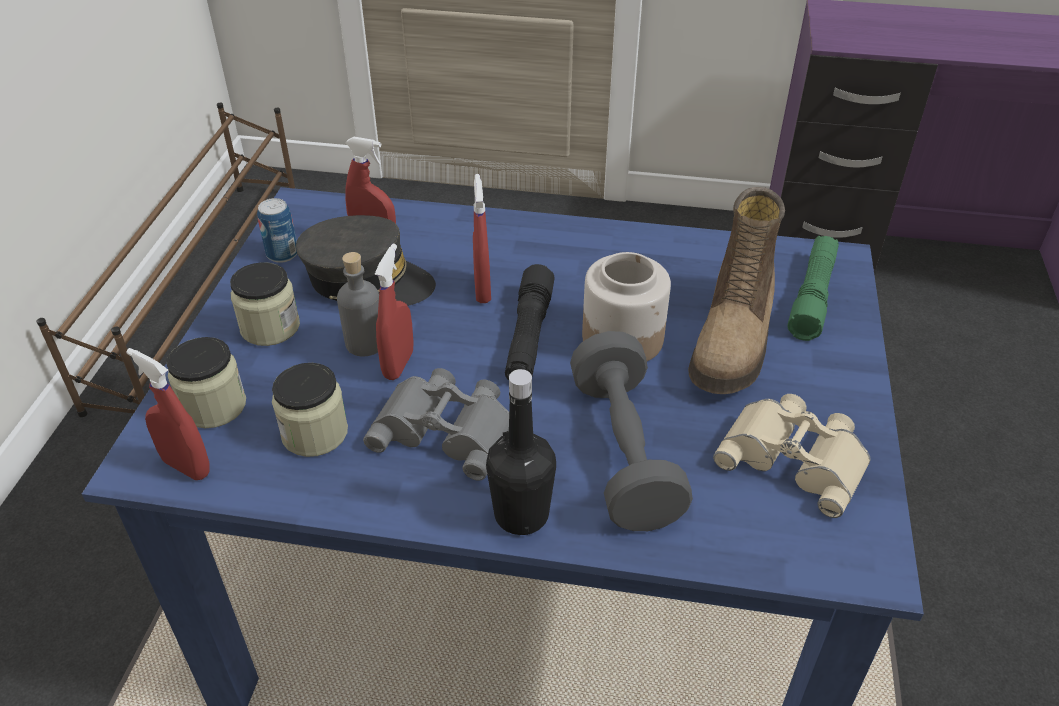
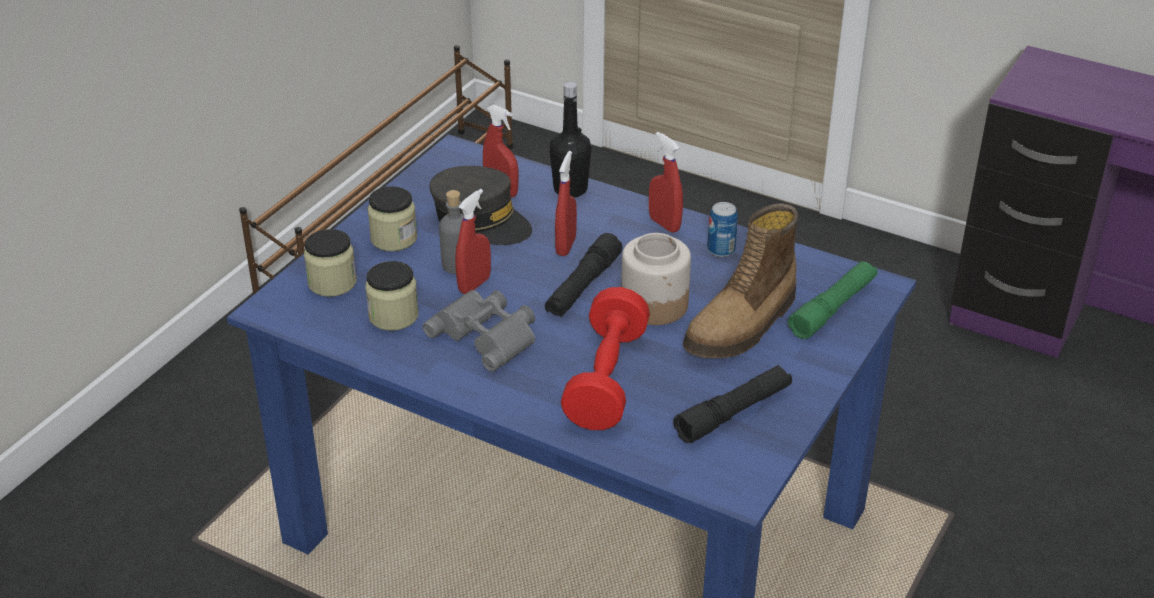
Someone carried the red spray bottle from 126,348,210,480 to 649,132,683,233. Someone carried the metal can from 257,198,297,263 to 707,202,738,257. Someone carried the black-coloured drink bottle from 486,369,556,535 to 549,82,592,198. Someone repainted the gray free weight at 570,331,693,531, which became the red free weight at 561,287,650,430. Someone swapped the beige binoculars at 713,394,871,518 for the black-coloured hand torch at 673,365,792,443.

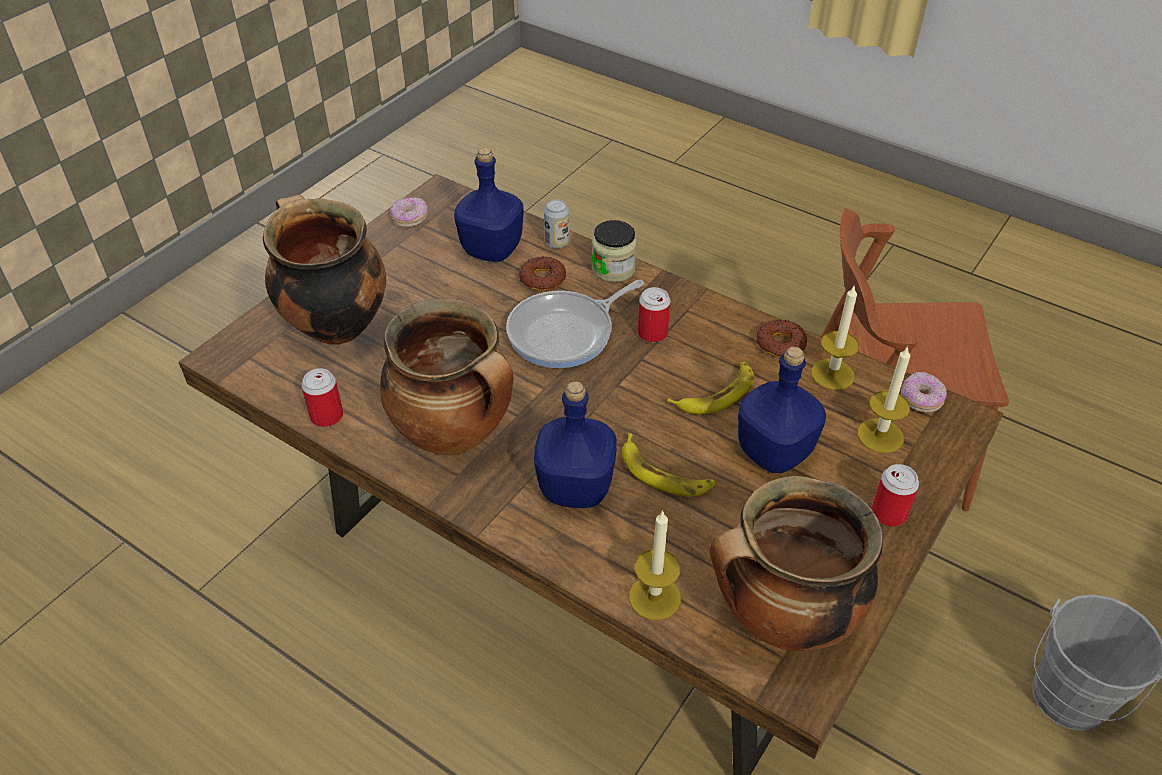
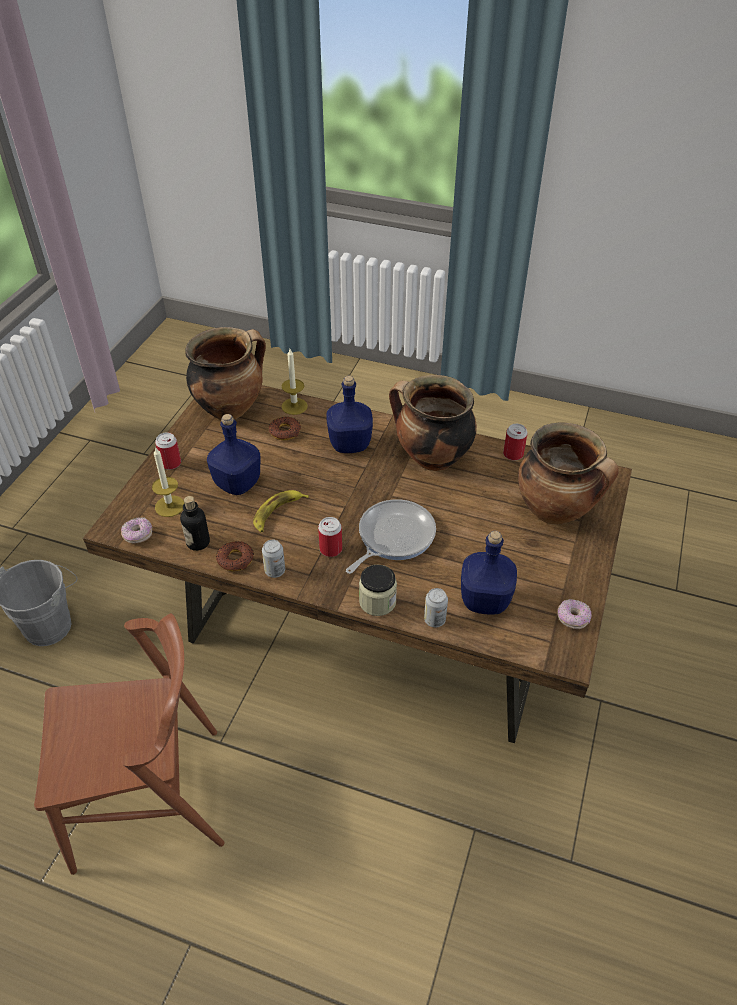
Someone carried the ring doughnut from 519,256,566,291 to 269,417,301,440. Someone took away the banana at 622,433,716,497. Someone swapped the candle at 811,284,859,390 for the drink bottle at 180,496,210,551. Someone put down the metal can at 262,540,285,578.

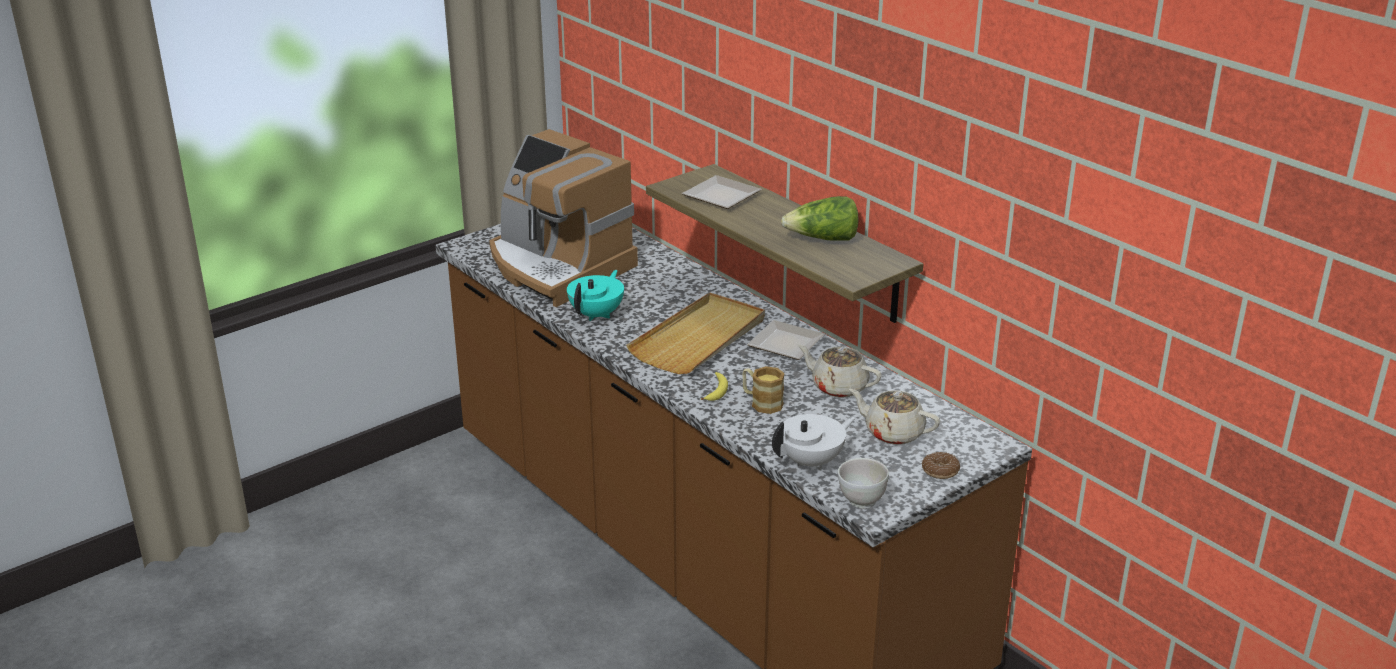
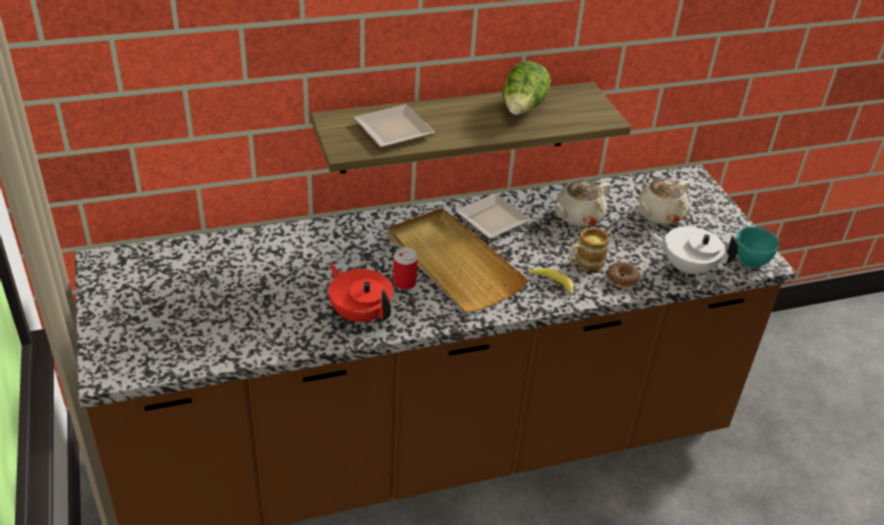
Someone took away the coffee maker at 489,129,638,307. Someone repainted the turquoise-coloured tea pot at 567,270,624,321, which became the red tea pot at 328,264,393,323. Someone rotated the whitish tea pot at 772,414,855,471 by 60 degrees counterclockwise. Someone repainted the whitish serving bowl at 838,458,889,509, which became the turquoise-coloured serving bowl at 736,227,779,269. Someone carried the ring doughnut from 922,452,960,479 to 607,262,640,288. Someone put down the metal can at 393,247,418,290.

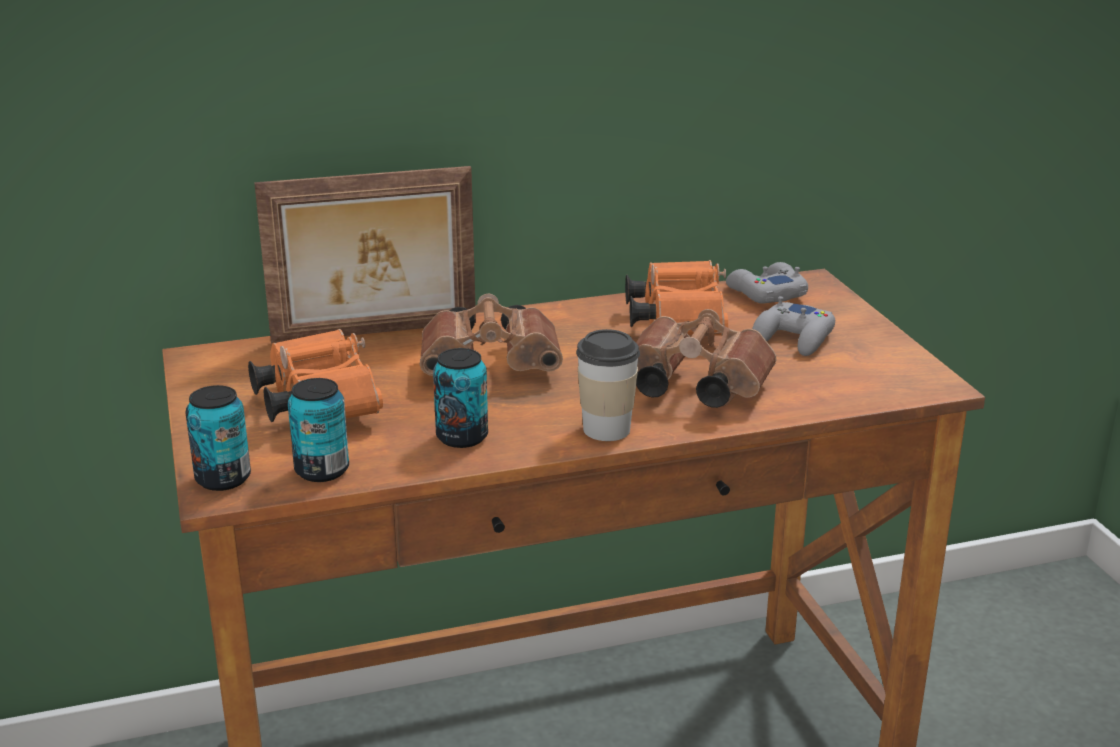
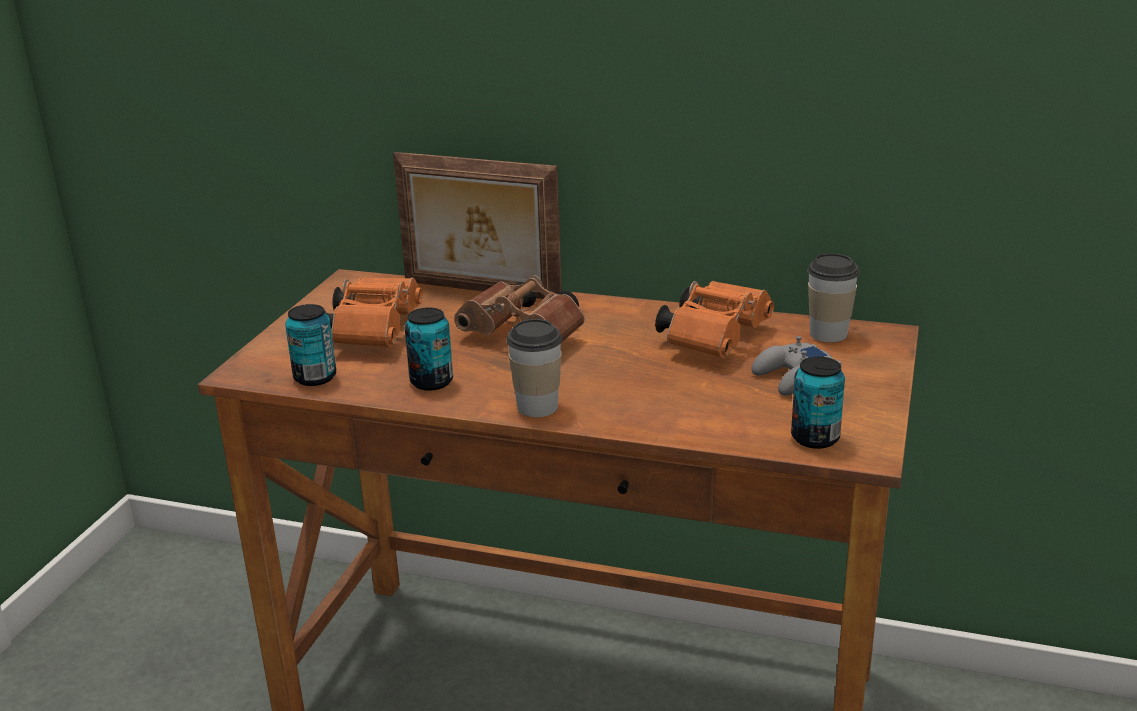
Someone carried the metal can from 185,385,251,491 to 791,356,845,449. Someone took away the brown binoculars at 636,309,777,408. Someone swapped the gray joypad at 726,262,808,303 for the drinking cup at 808,253,859,342.

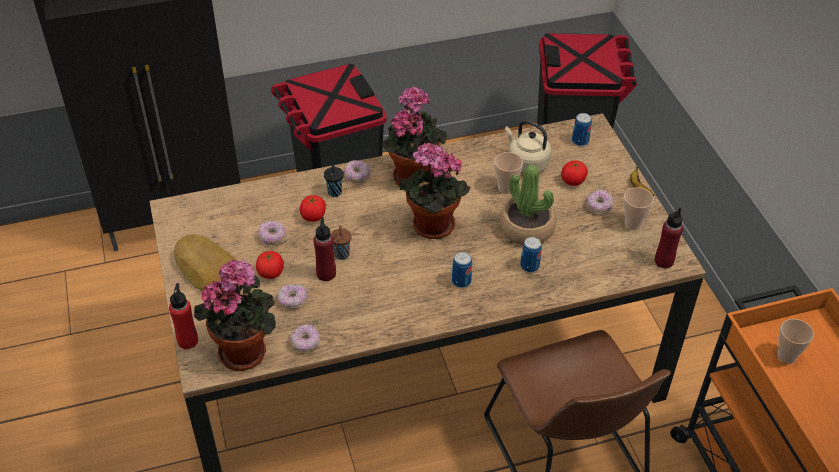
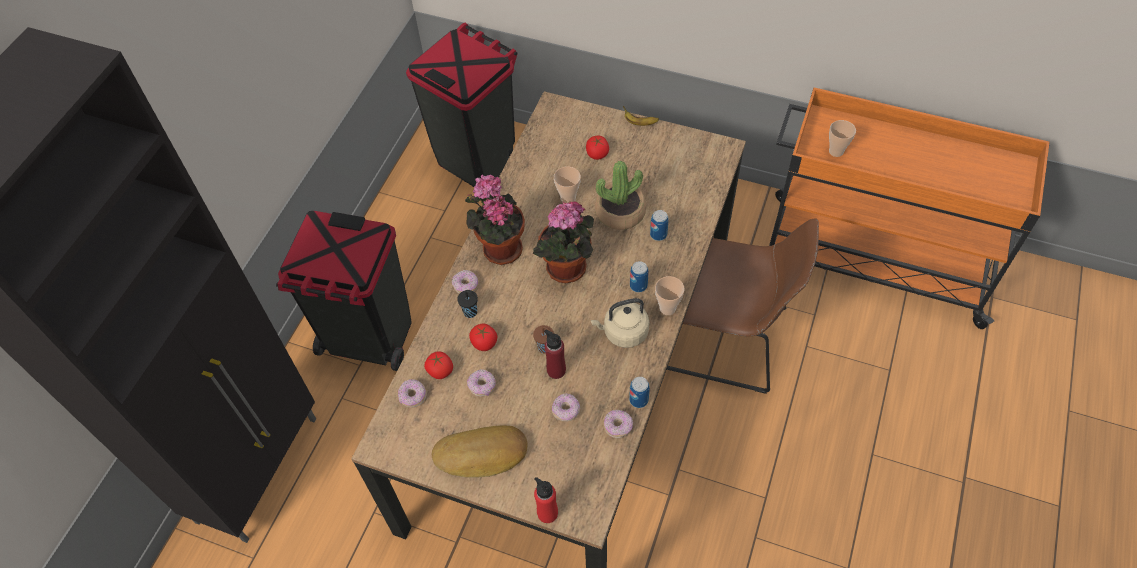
Someone took away the potted plant at 194,258,276,371. Someone carried the whole tomato from 256,251,284,279 to 424,351,453,379. Someone carried the beige tea kettle from 505,120,552,173 to 591,298,649,348. Someone carried the metal can from 572,113,592,146 to 629,377,650,408. Someone carried the ring doughnut from 586,190,614,214 to 398,379,426,408. Someone carried the drinking cup from 623,187,654,230 to 655,276,685,315. Someone took away the red drink bottle at 655,208,683,268.

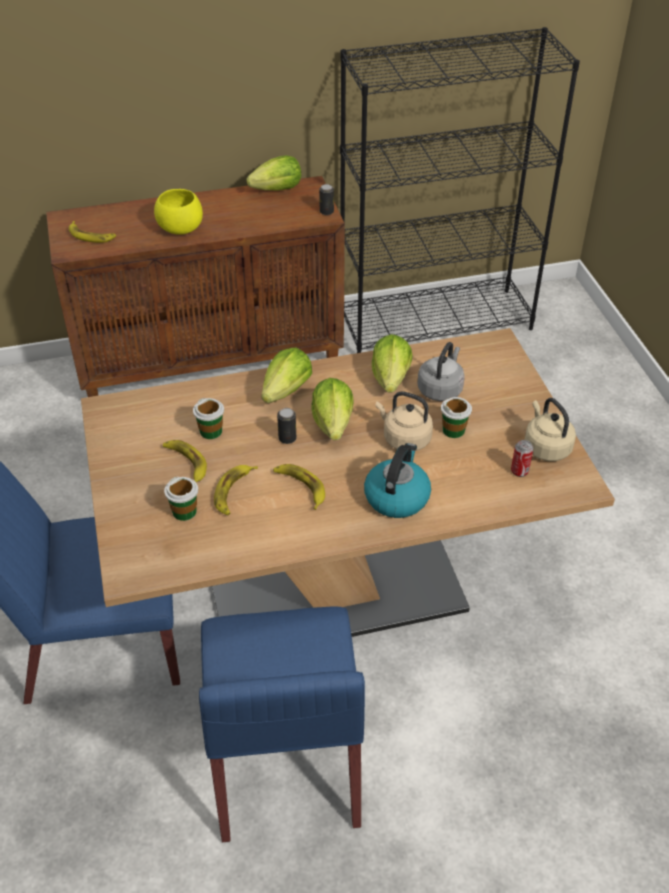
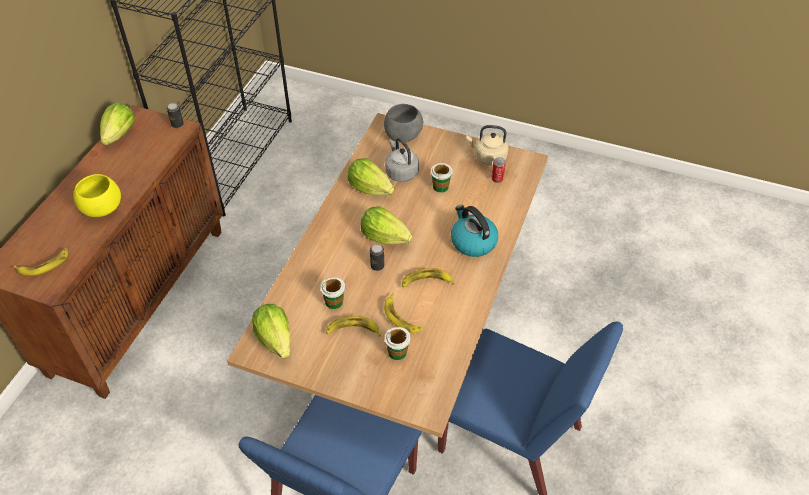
Someone carried the lettuce head from 261,348,312,403 to 252,304,291,358. Someone took away the beige tea kettle at 376,391,433,451. Someone put down the gray serving bowl at 384,104,423,142.

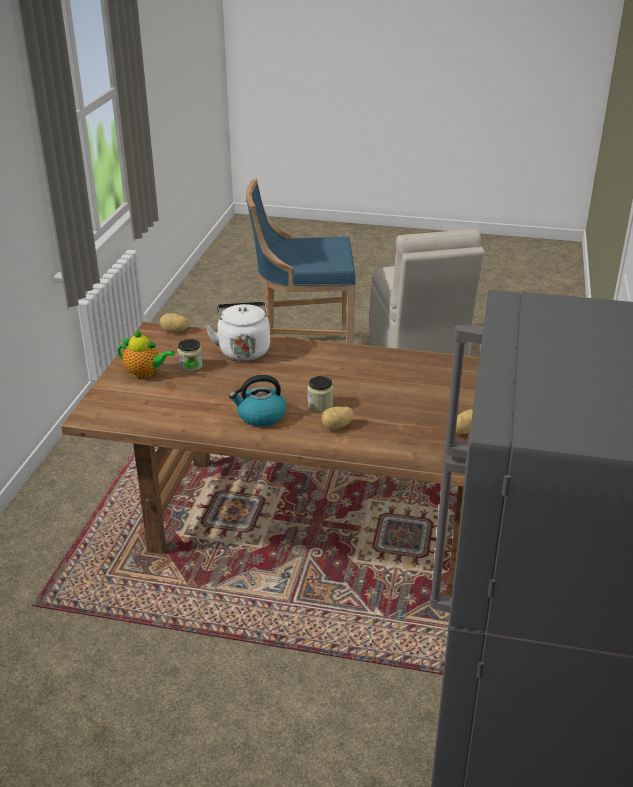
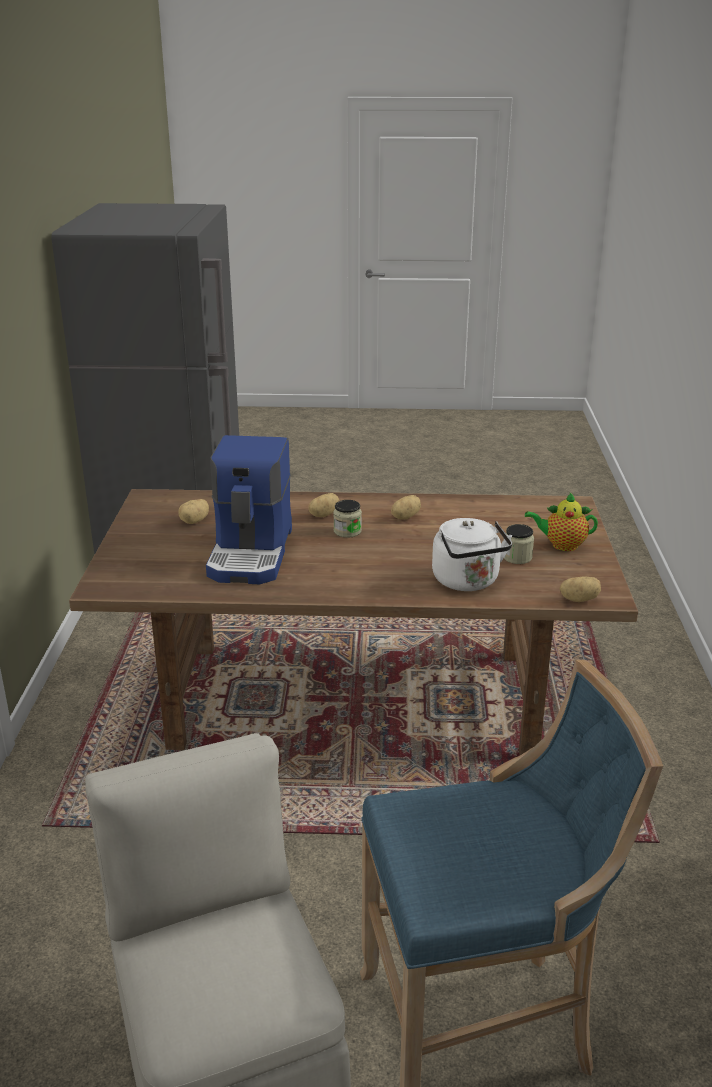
Someone swapped the tea kettle at 229,375,286,427 for the potato at 391,495,421,520. Someone put down the coffee maker at 206,435,292,584.

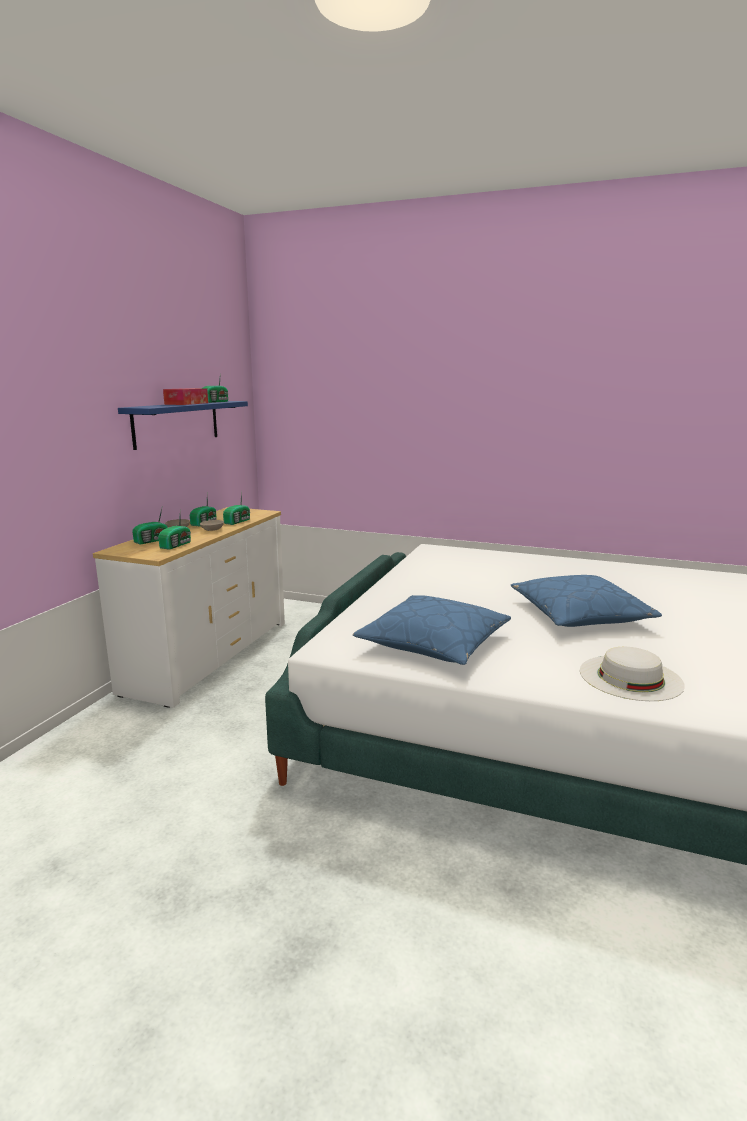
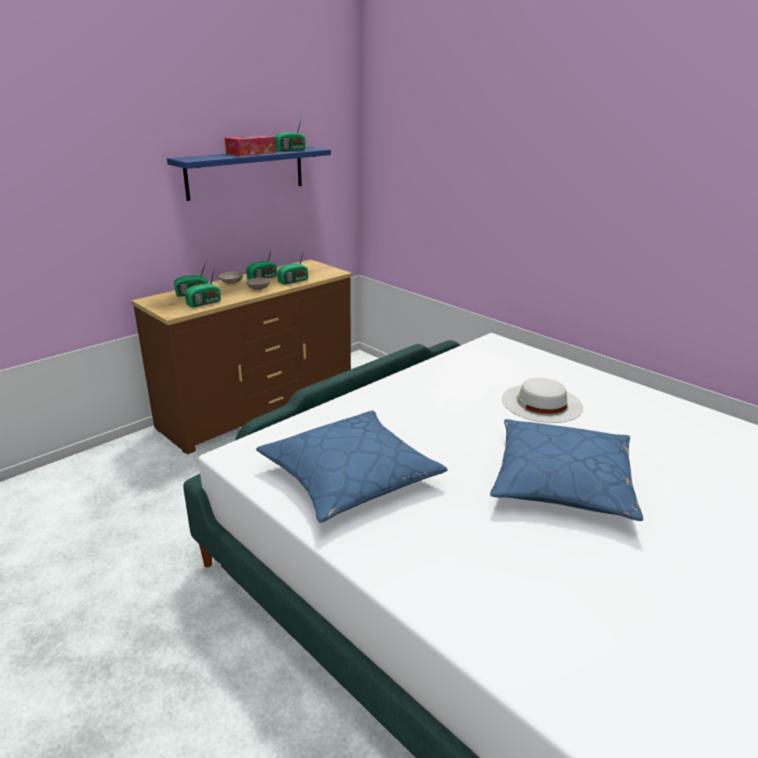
Someone repainted the whitish dresser at 93,507,285,708, which became the brown dresser at 131,259,352,455. Someone carried the whitish clothing hat from 580,647,685,701 to 502,378,583,423.

